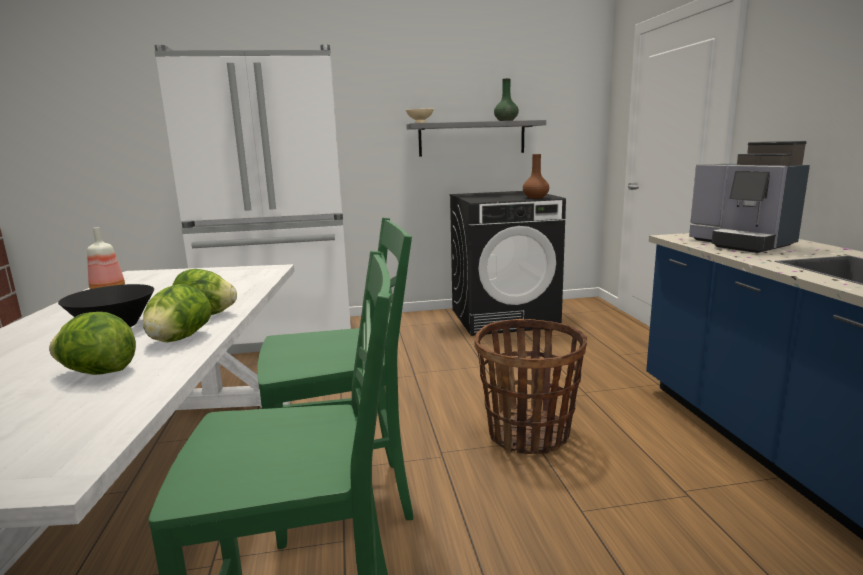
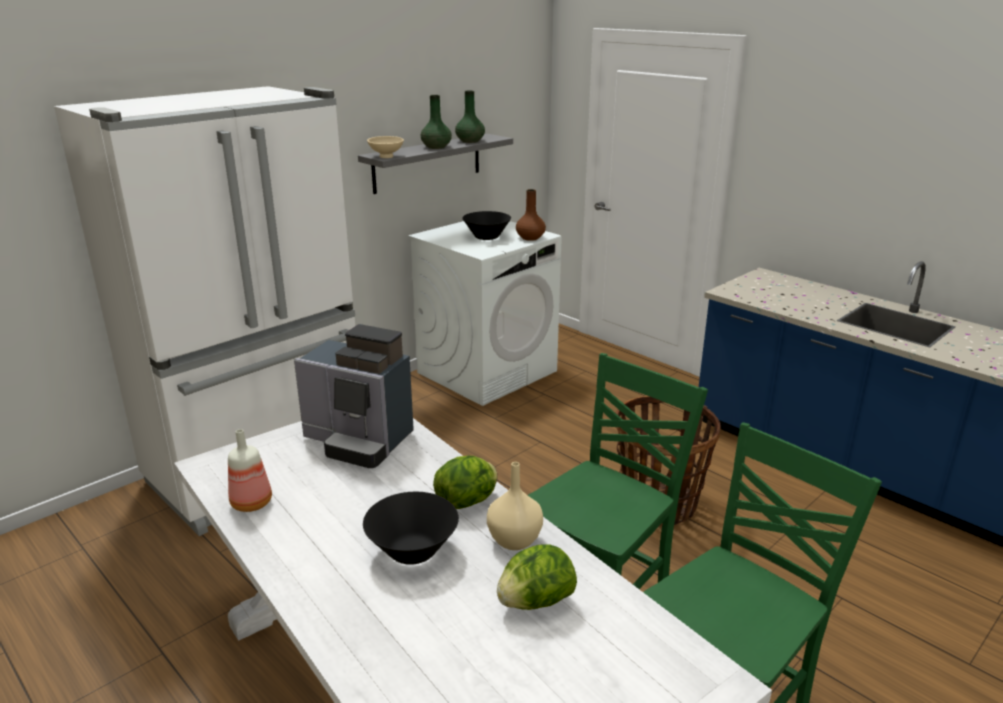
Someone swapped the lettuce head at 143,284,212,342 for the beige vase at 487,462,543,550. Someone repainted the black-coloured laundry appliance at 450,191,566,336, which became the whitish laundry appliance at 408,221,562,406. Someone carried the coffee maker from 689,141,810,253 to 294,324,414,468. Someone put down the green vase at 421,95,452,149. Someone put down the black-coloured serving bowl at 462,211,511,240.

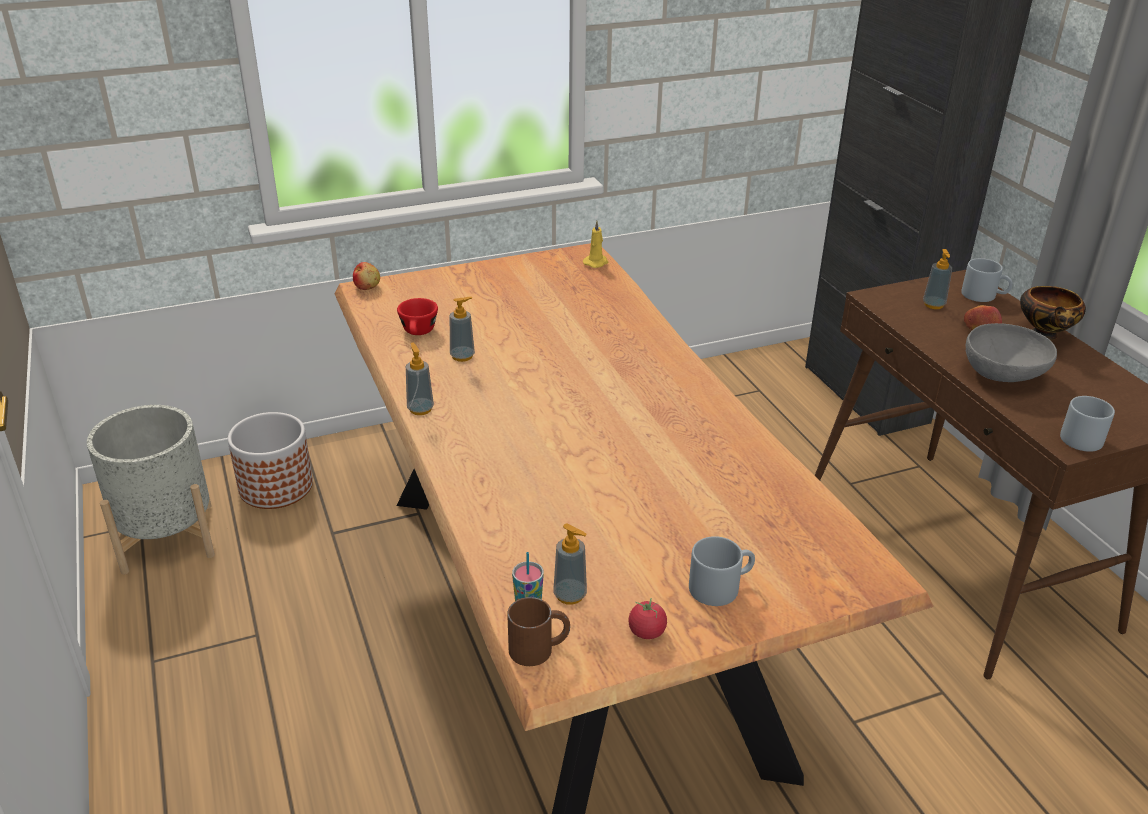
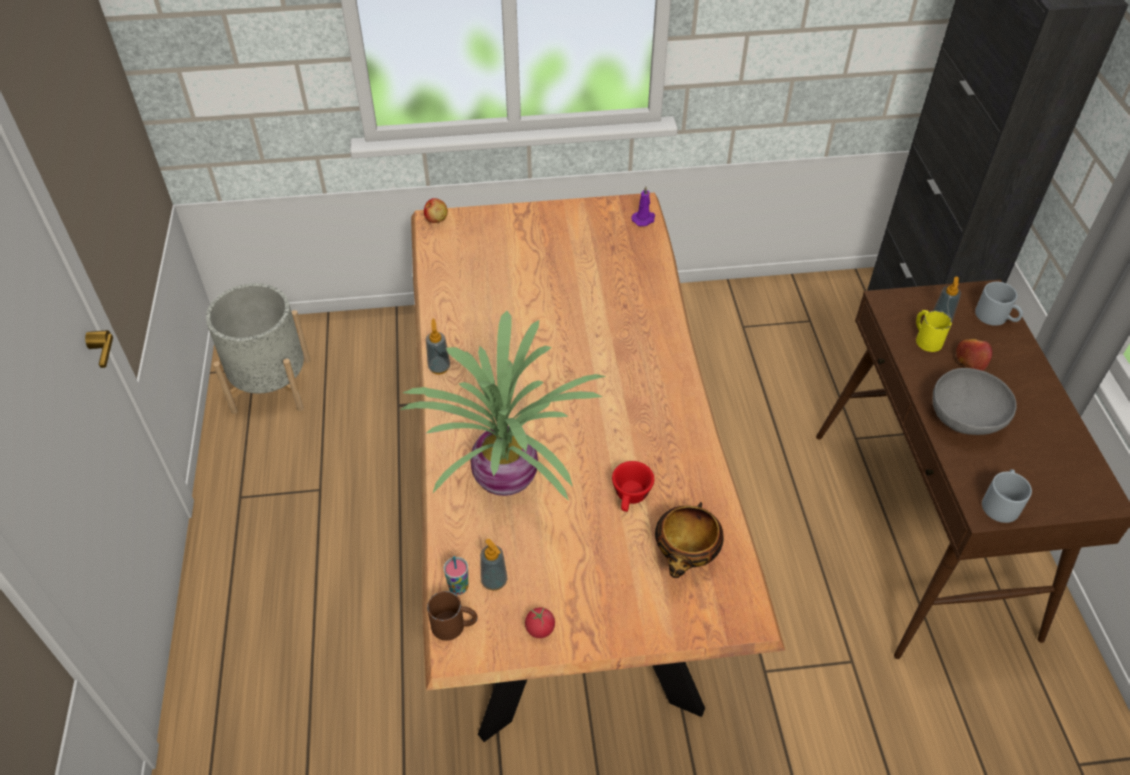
Someone took away the flower pot at 228,412,313,509. Someone carried the red drinking cup from 397,298,438,335 to 612,461,654,512. Someone took away the soap dispenser at 450,297,475,362. Someone repainted the yellowish candle at 583,221,608,268, which became the purplish candle at 632,186,655,226. Someone took away the gray coffee mug at 689,536,755,606. Someone carried the serving bowl from 1020,286,1086,340 to 655,502,724,578. Someone put down the potted plant at 400,311,606,501. Someone put down the yellowish coffee mug at 916,310,952,352.

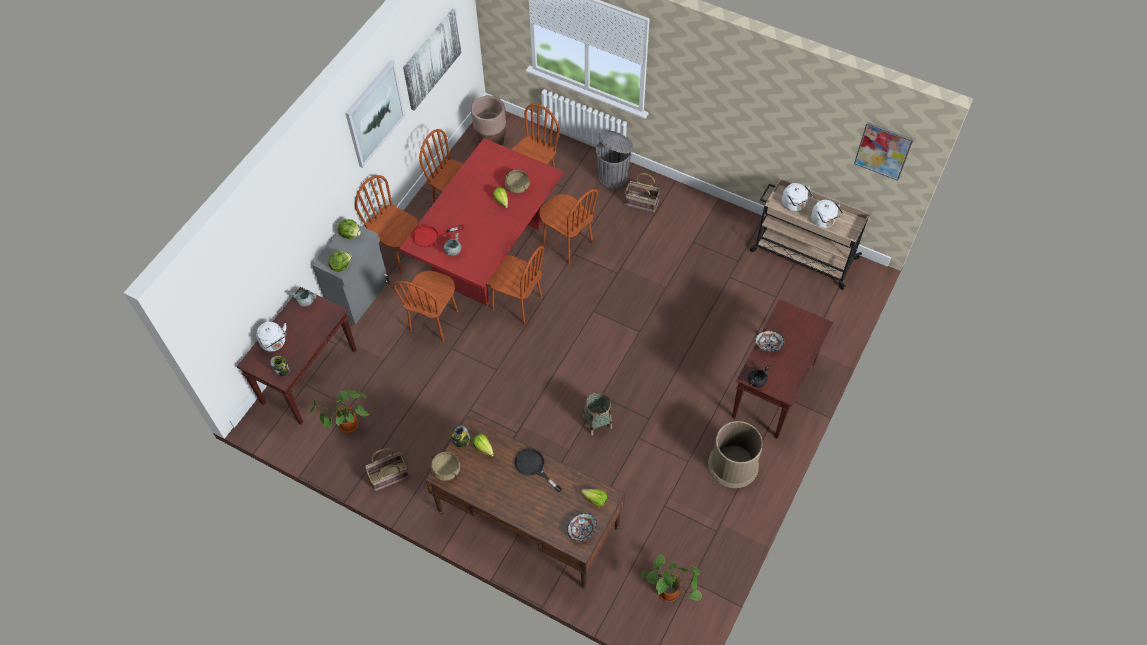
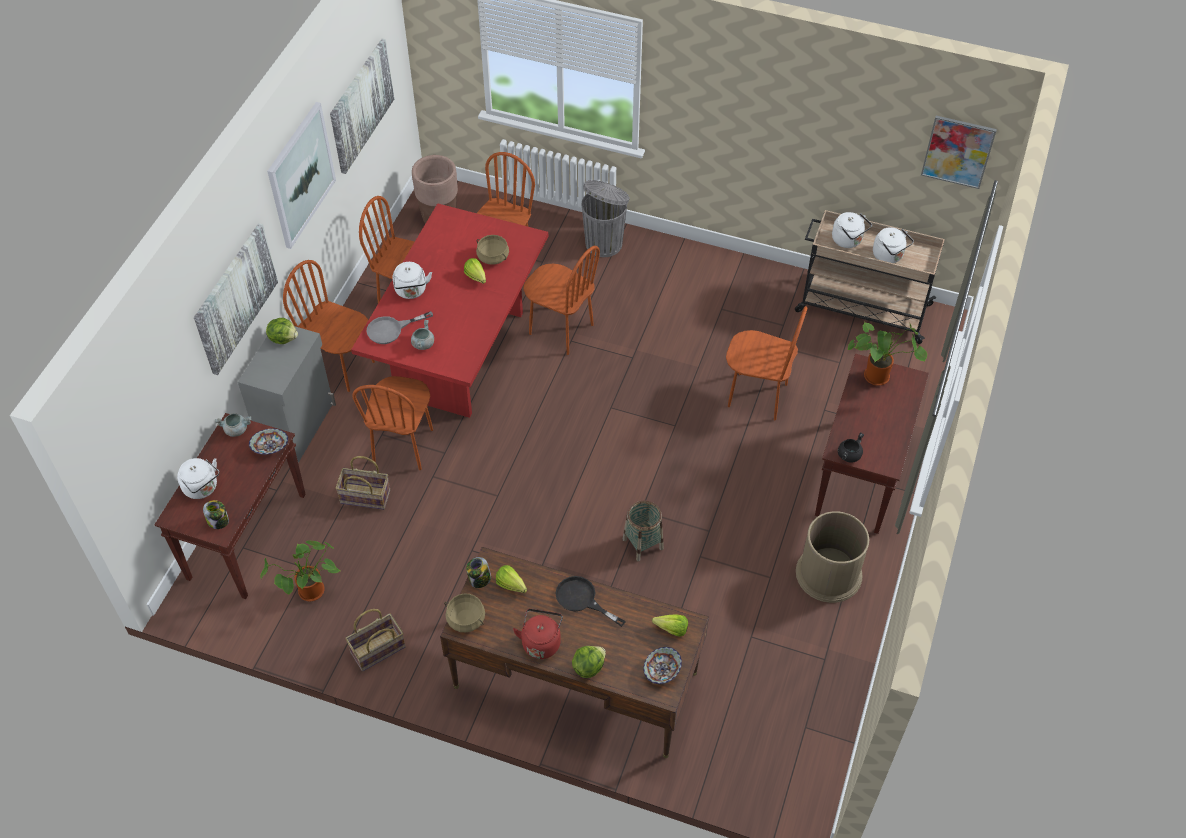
Someone carried the lettuce head from 328,251,352,272 to 572,646,606,678. Someone repainted the red frying pan at 413,225,464,247, which became the gray frying pan at 366,311,433,344. Someone carried the brown upright chair from 487,246,544,325 to 726,306,808,420. Someone carried the basket from 624,173,661,213 to 335,456,390,510. Someone carried the potted plant from 641,554,702,602 to 847,322,927,386. Someone carried the serving bowl from 755,331,784,351 to 249,429,288,455. Someone put up the wall art at 194,223,278,375. Someone put down the whitish tea kettle at 393,262,432,299. Someone put down the red tea kettle at 513,609,563,659.

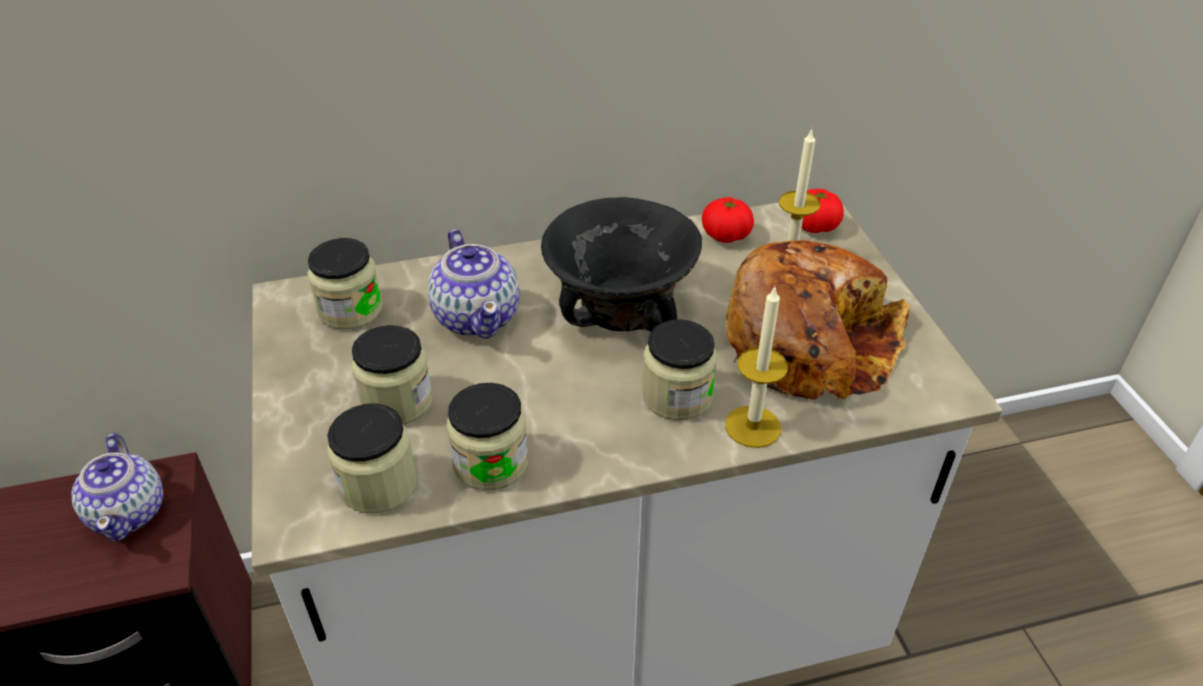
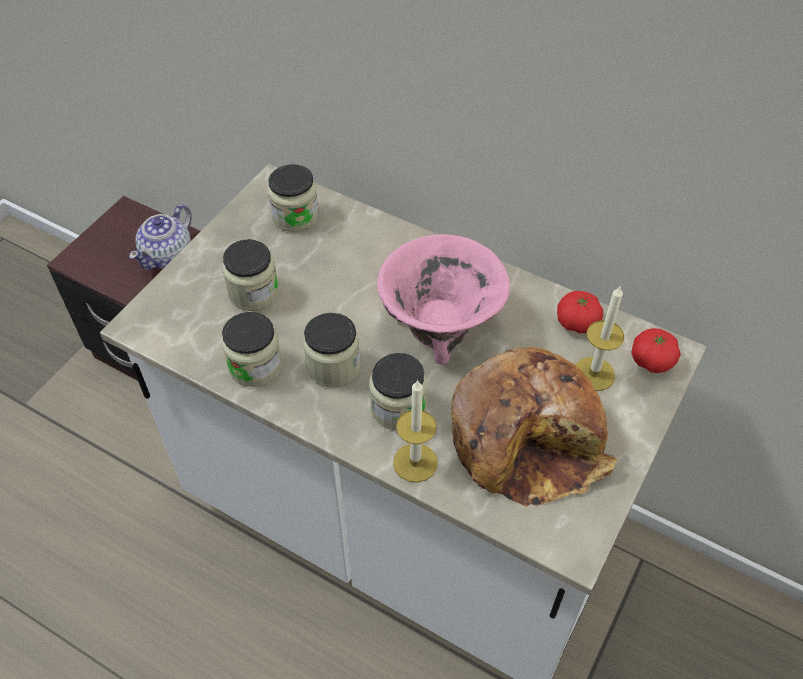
Someone carried the storage jar from 327,403,417,514 to 303,313,361,388. Someone took away the tea pot at 428,229,520,339. Someone repainted the black-coloured serving bowl at 541,197,702,332, which became the pinkish serving bowl at 377,234,510,364.

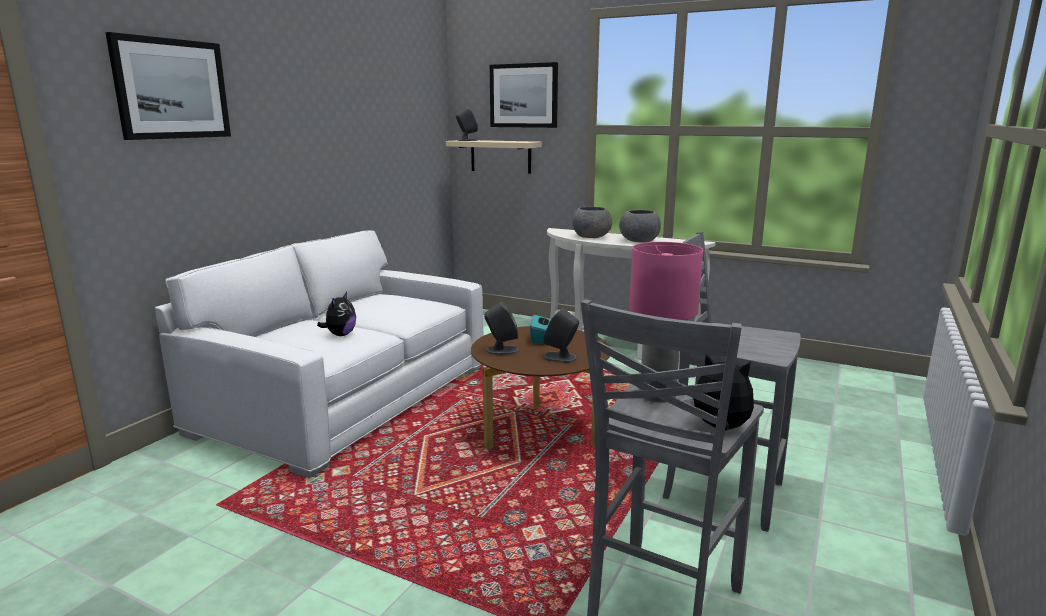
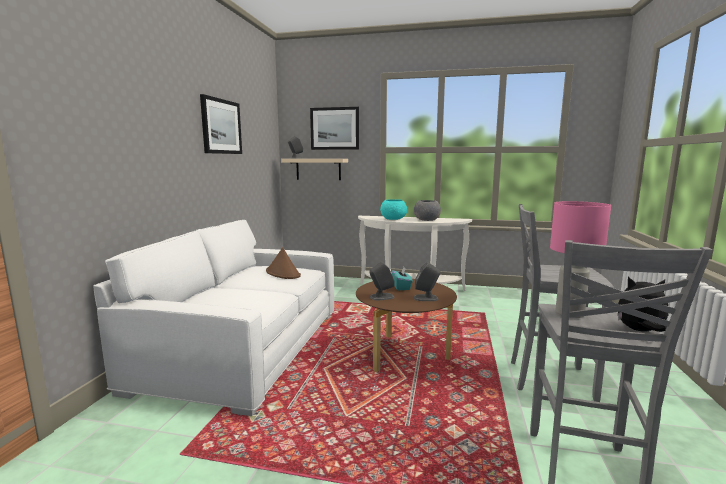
Someone carried the wall art from 105,32,231,140 to 200,94,242,154. Someone took away the plush toy at 317,292,356,336. Someone repainted the gray serving bowl at 572,207,612,238, which became the turquoise-coloured serving bowl at 380,199,407,220. Someone put down the brown clothing hat at 266,247,301,279.

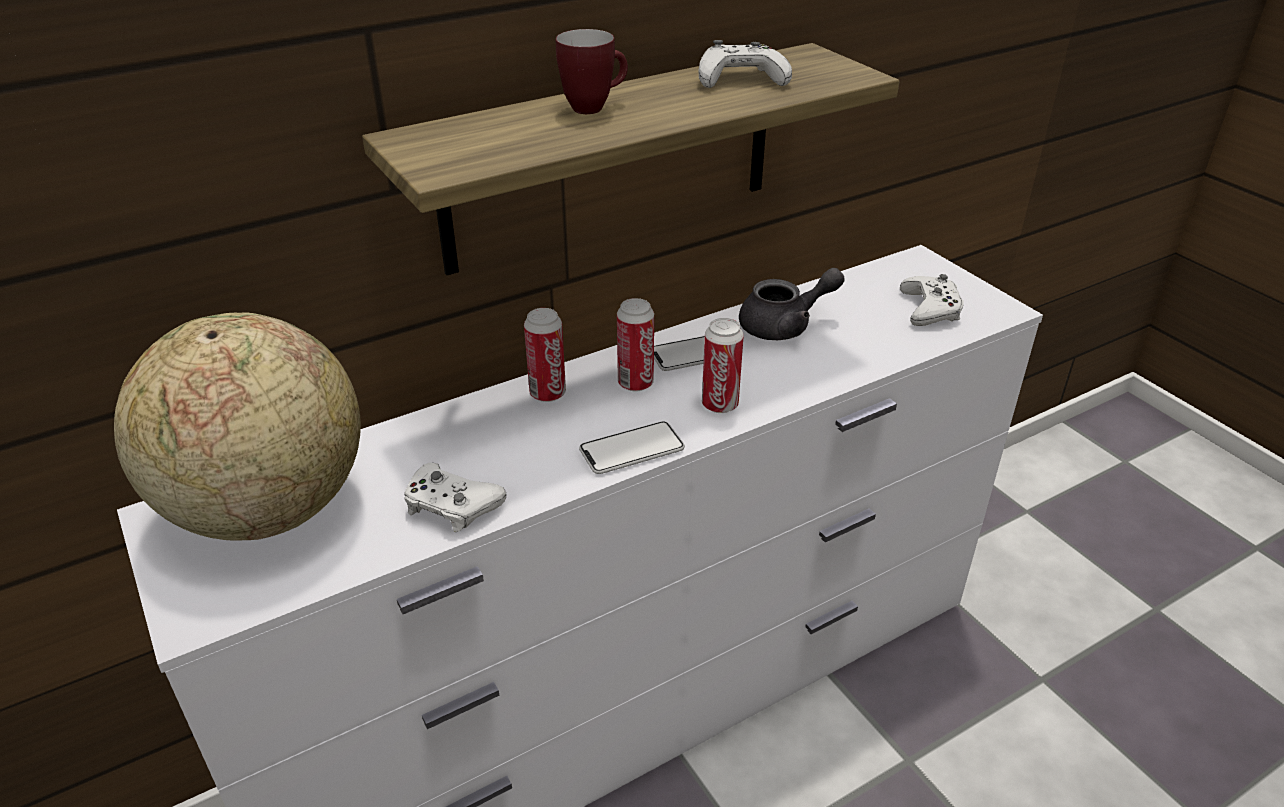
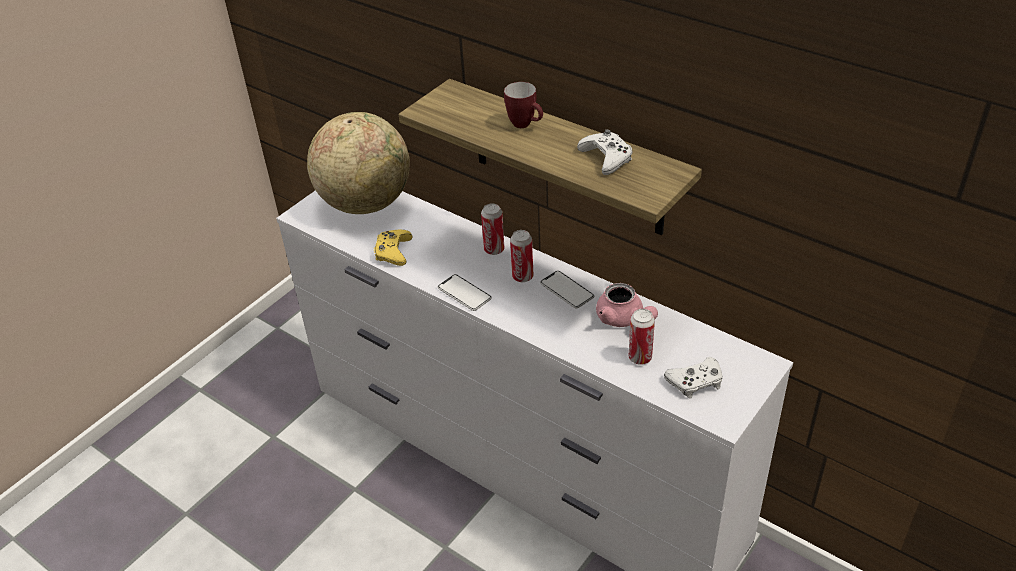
Someone repainted the whitish joypad at 404,463,506,532, which became the yellowish joypad at 374,230,413,266. Someone carried the metal can from 702,318,744,413 to 629,309,655,365. Someone repainted the gray tea pot at 739,268,844,340, which became the pinkish tea pot at 596,283,658,327.

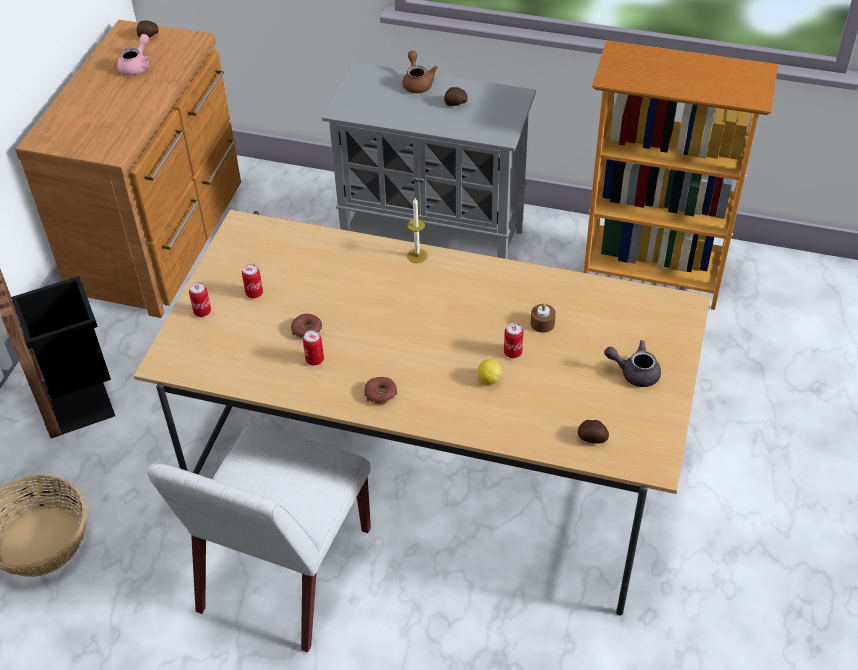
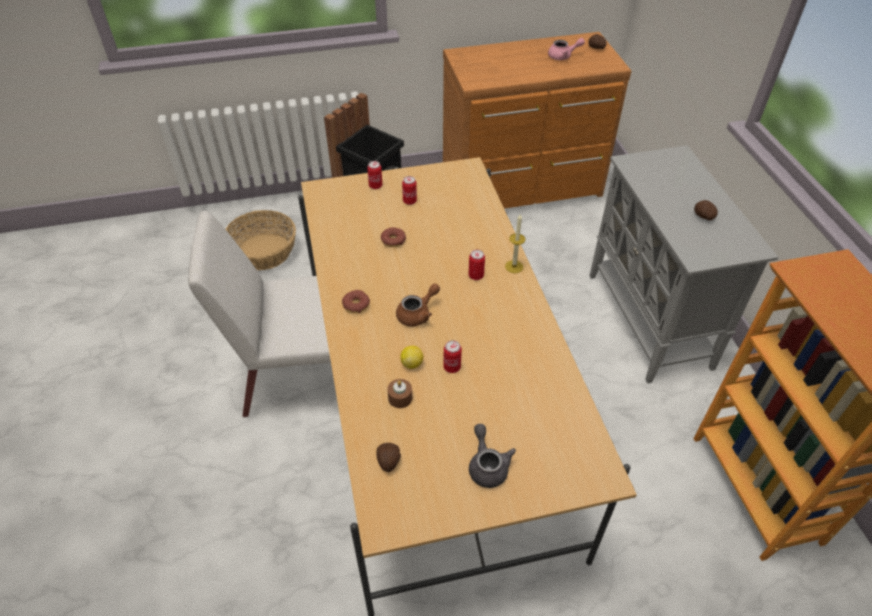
Someone carried the metal can from 303,330,324,366 to 468,250,485,280. Someone carried the brown tea pot from 402,51,438,93 to 396,283,440,327. Someone carried the brown candle from 530,303,556,333 to 387,379,412,408.

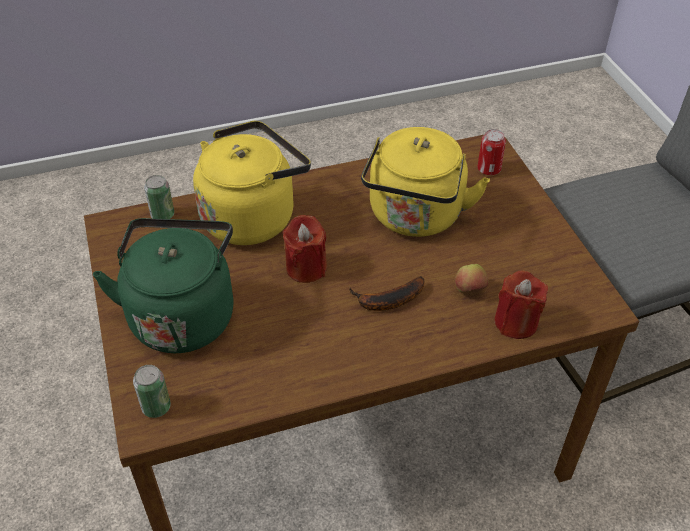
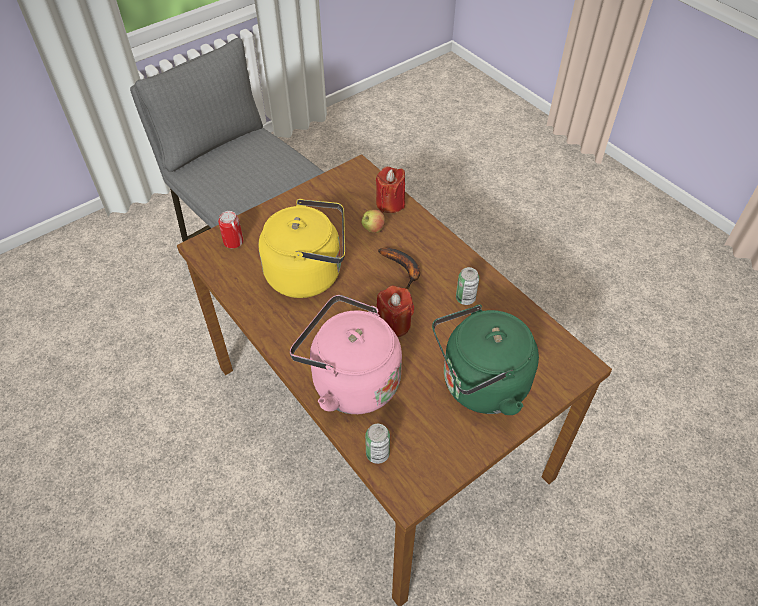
Someone carried the metal can from 133,365,171,418 to 456,267,479,305. Someone repainted the yellowish tea kettle at 193,121,311,245, which became the pinkish tea kettle at 290,295,402,414.

